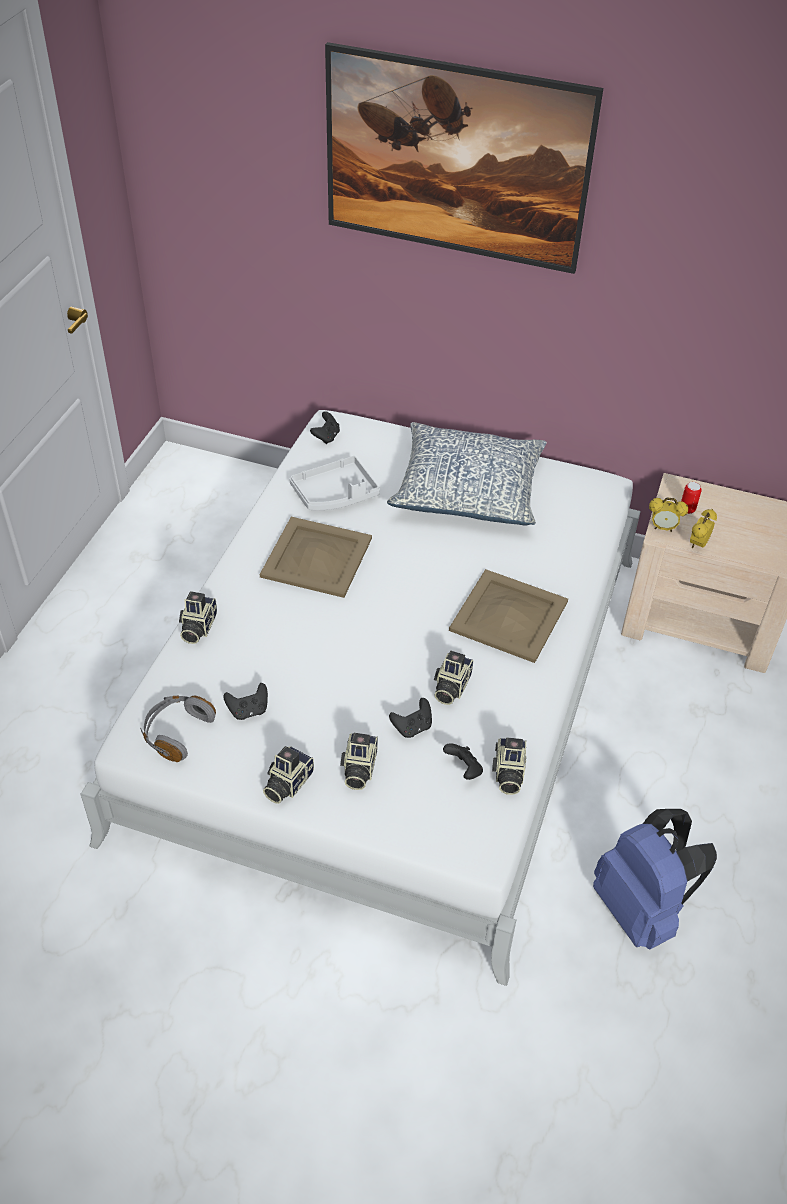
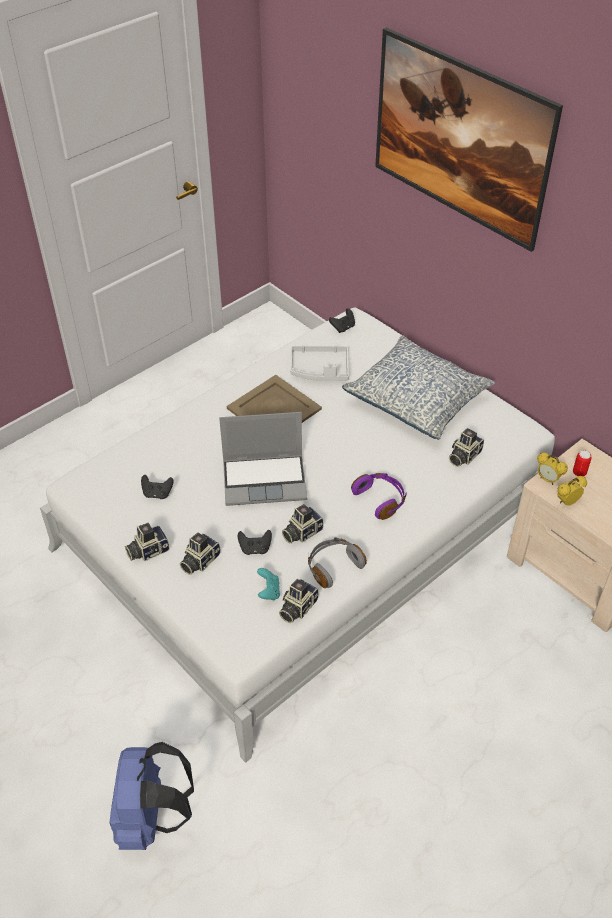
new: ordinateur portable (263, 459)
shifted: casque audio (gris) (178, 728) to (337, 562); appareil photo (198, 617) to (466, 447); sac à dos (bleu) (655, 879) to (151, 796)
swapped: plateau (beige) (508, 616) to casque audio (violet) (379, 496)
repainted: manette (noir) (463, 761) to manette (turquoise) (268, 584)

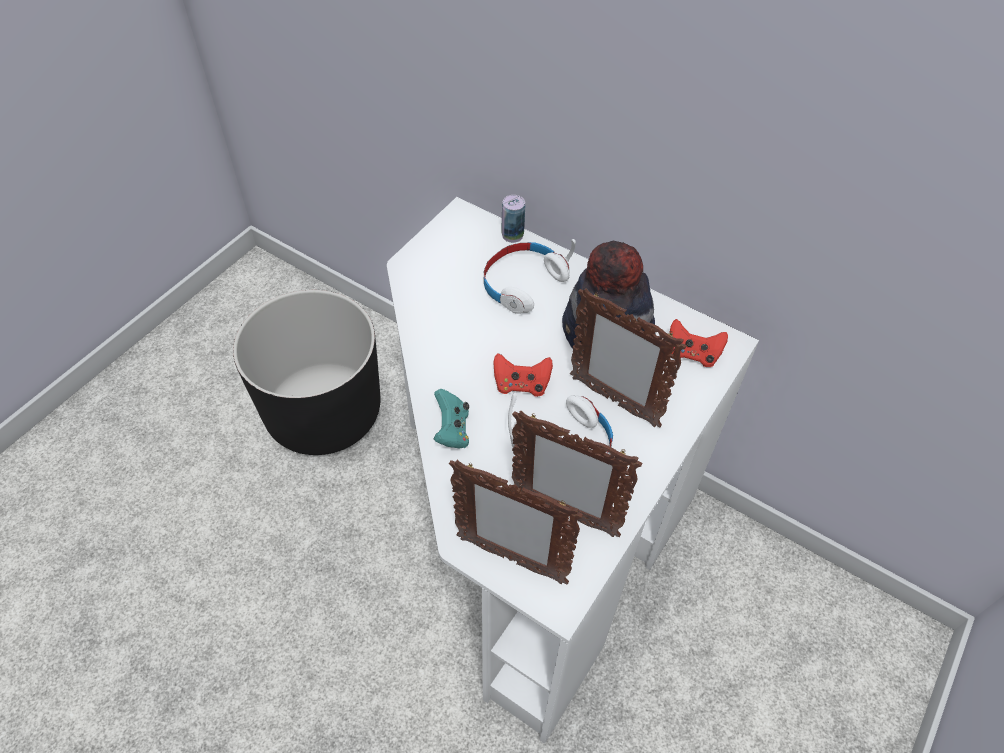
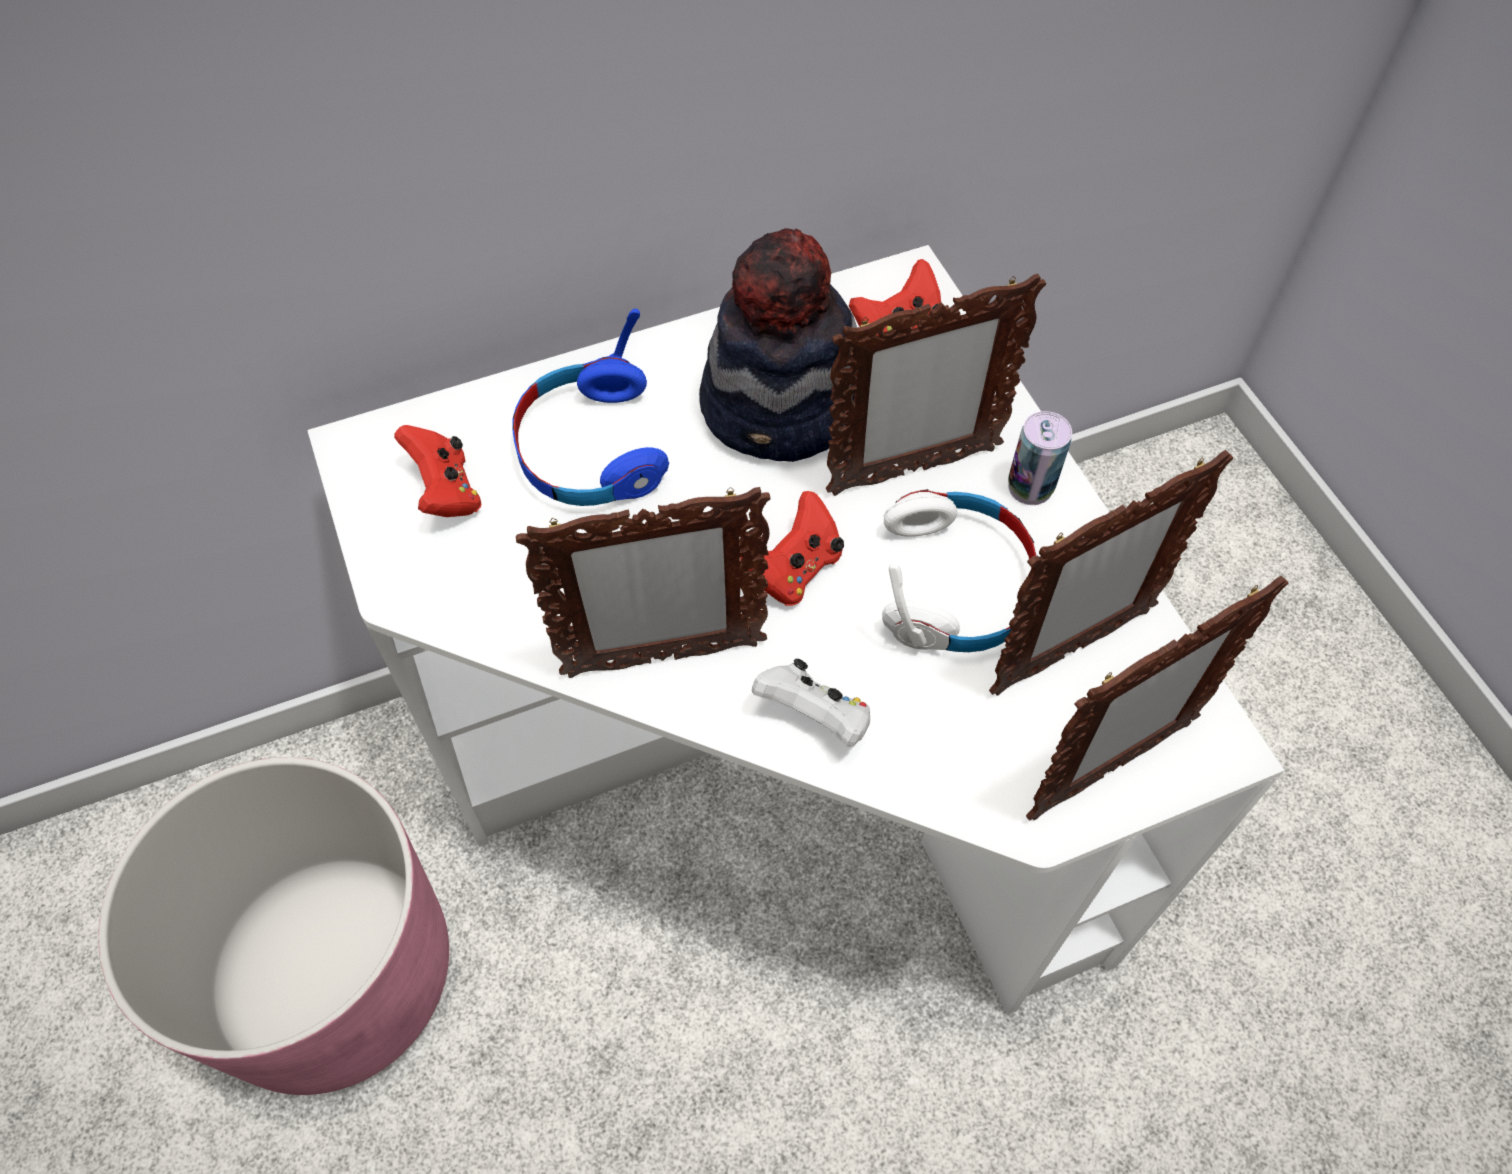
new: manette (rouge) (438, 471); cadre photo (643, 582)
shifted: boîte métallique (513, 219) to (1040, 458)
repainted: cache-pot (noir) (306, 372) to cache-pot (rose) (273, 926); manette (turquoise) (451, 419) to manette (blanc) (811, 703); casque audio (blanc) (530, 276) to casque audio (bleu) (590, 407)

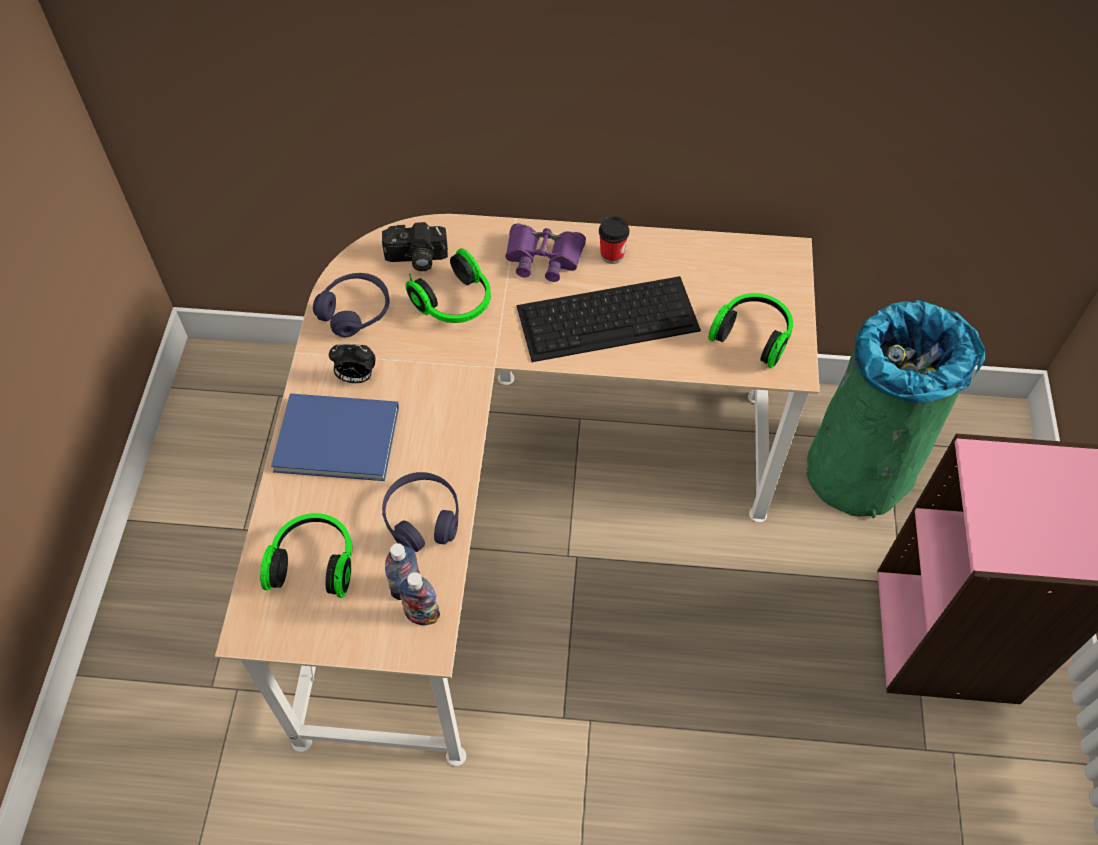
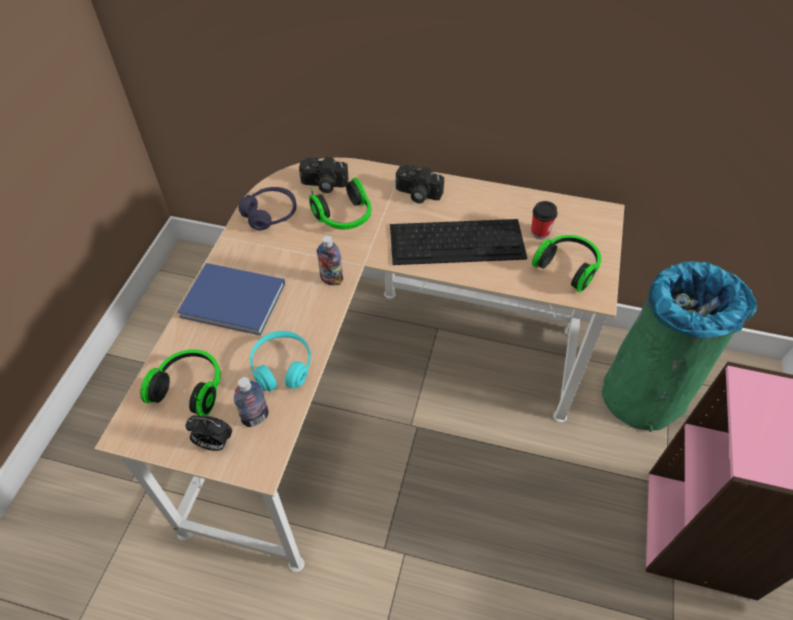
shifted: réveil (352, 363) to (208, 433); bouteille (419, 598) to (330, 260); tasse (614, 240) to (544, 220)
swapped: jumelles (violet) (545, 252) to appareil photo (419, 184)
repainted: casque audio (violet) (420, 512) to casque audio (turquoise) (280, 361)

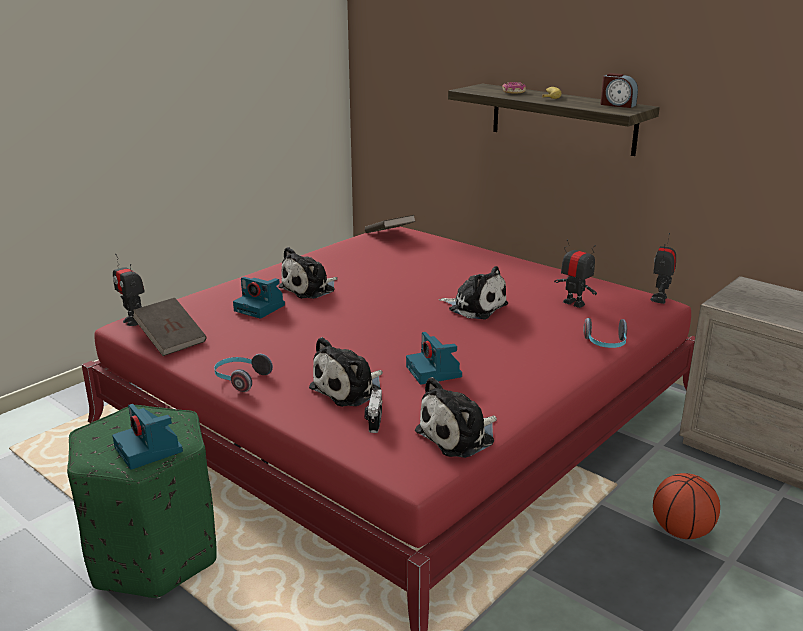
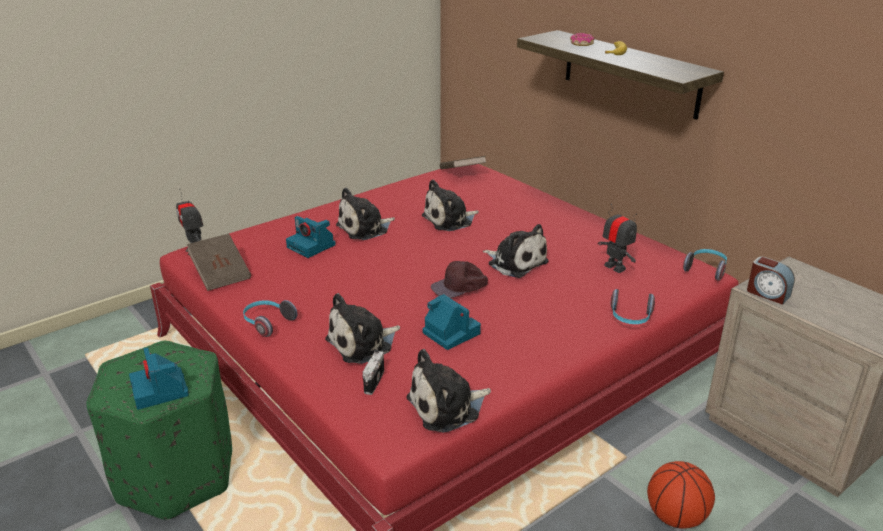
new: peluche (450, 205); casquette (marron) (459, 279)
shifted: réveil (619, 90) to (771, 280)
swapped: robot jouet (663, 268) to casque audio (705, 264)
rotated: appareil photo (434, 358) = (451, 322) 150 degrees clockwise

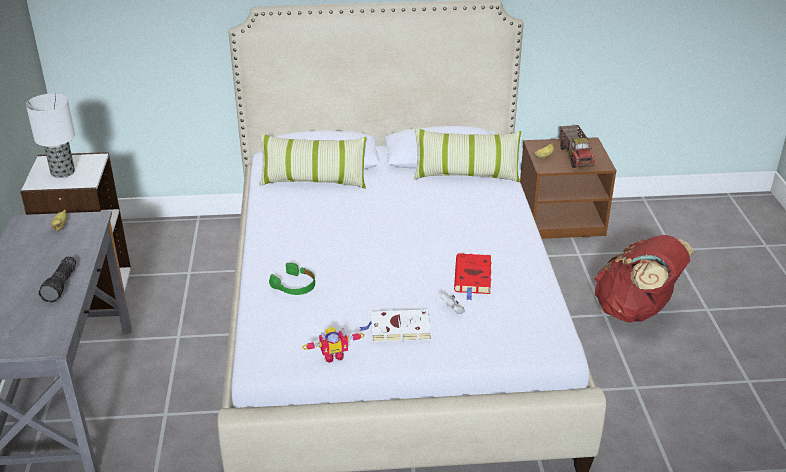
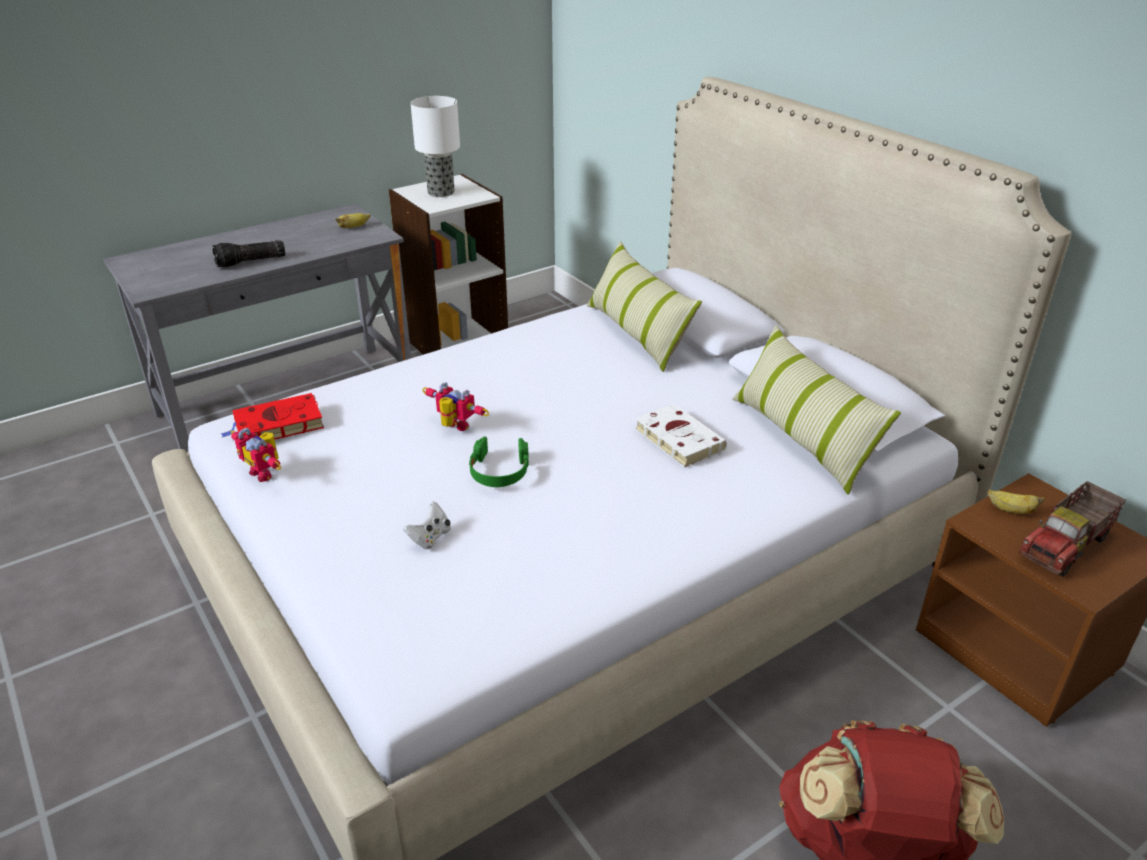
new: robot jouet (455, 406)
shifted: casque audio (vert) (292, 279) to (499, 462); livre (blanc) (395, 325) to (681, 436); livre (rouge) (472, 276) to (272, 416)

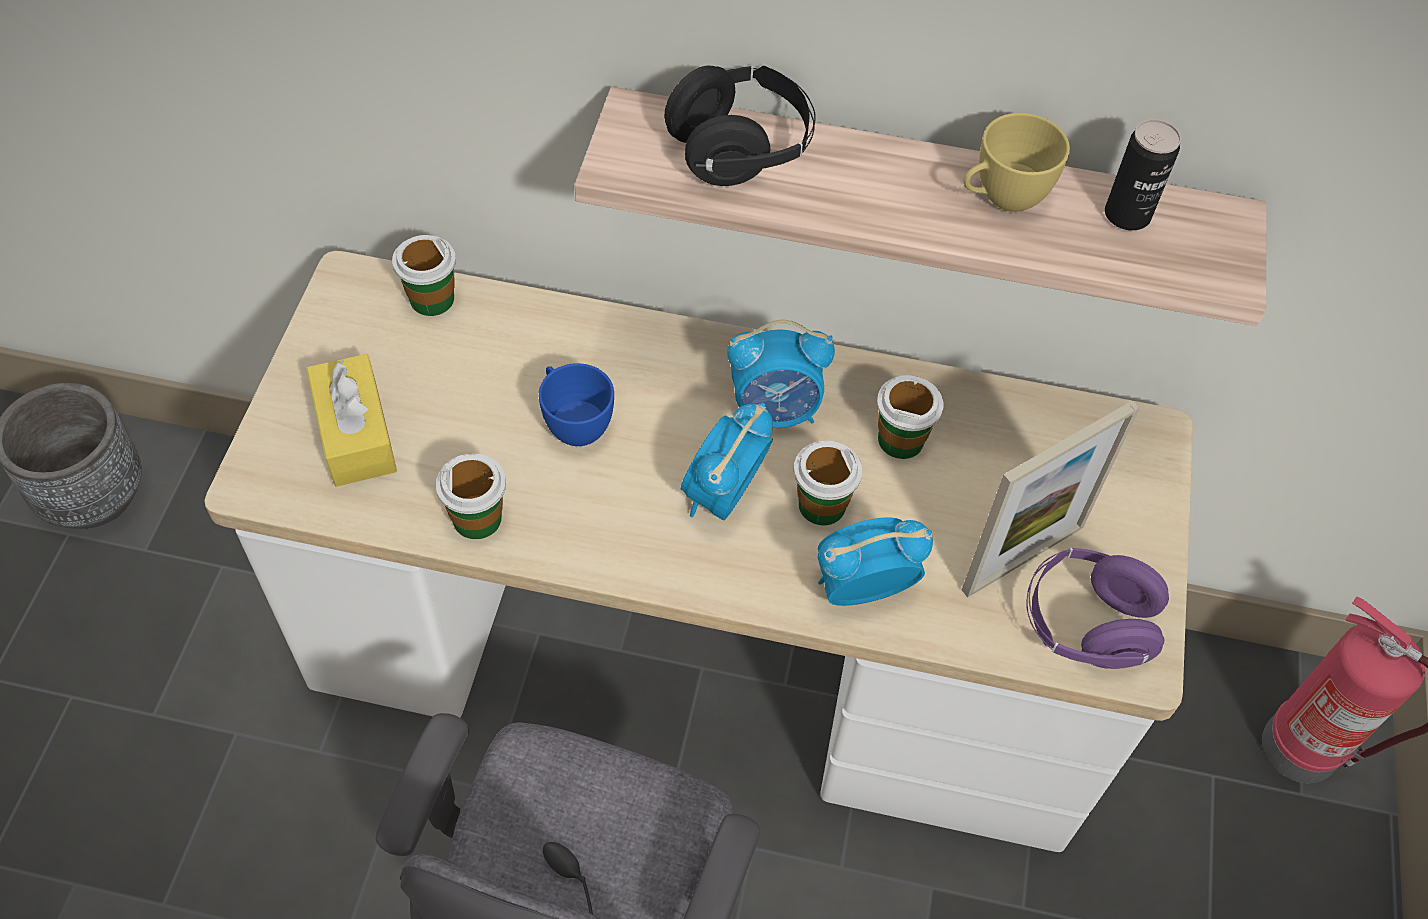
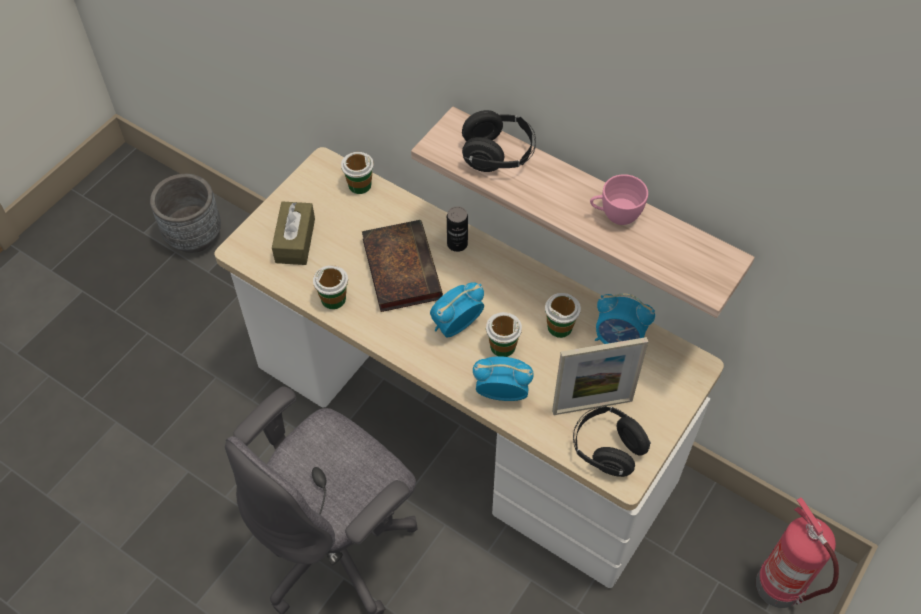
shifted: réveil (781, 374) to (625, 318); boîte métallique (1143, 174) to (457, 229)
swapped: tasse (bleu) (576, 404) to livre (402, 266)
repainted: boîte à mouchoirs (jaune) (351, 420) to boîte à mouchoirs (marron) (293, 233); tasse (jaune) (1017, 162) to tasse (rose) (619, 199); casque audio (violet) (1097, 608) to casque audio (noir) (612, 441)

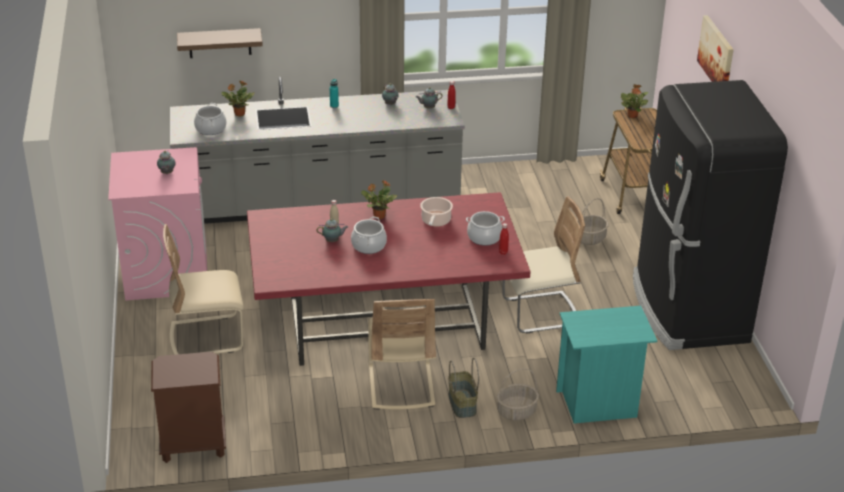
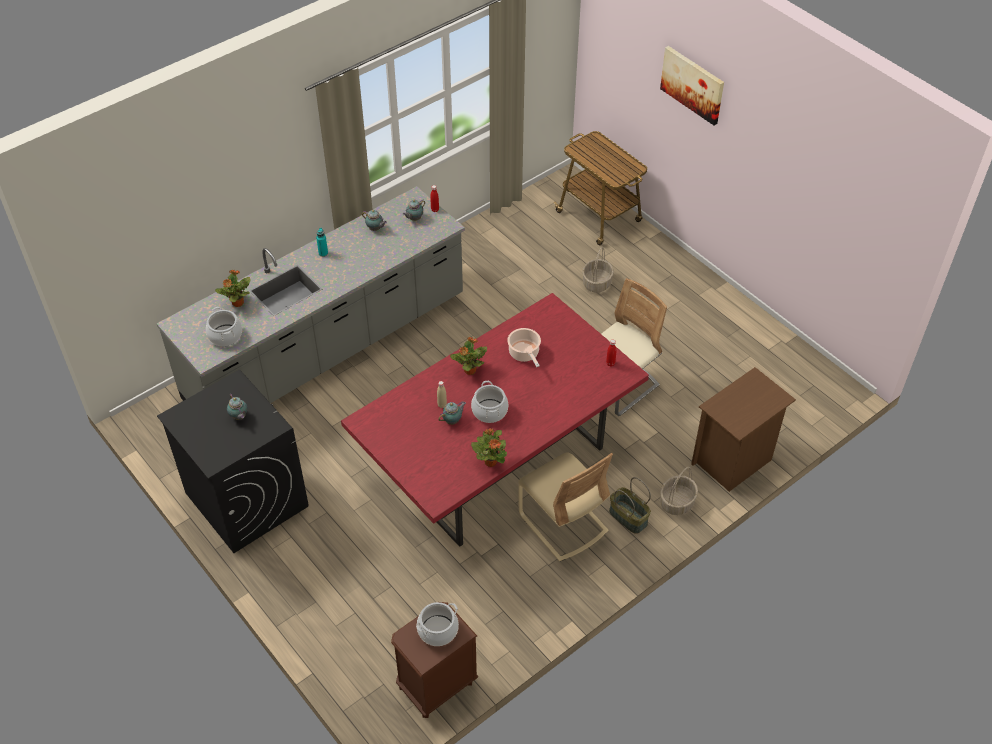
gone: chaise (beige) (203, 289); étagère (220, 43); réfrigérateur (noir) (710, 215)
shifted: marmite (485, 228) to (437, 624); plante en pot (634, 101) to (489, 447)
repainted: lave-linge (rose) (157, 224) to lave-linge (noir) (233, 461); table de chevet (turquoise) (606, 365) to table de chevet (marron) (743, 429)

